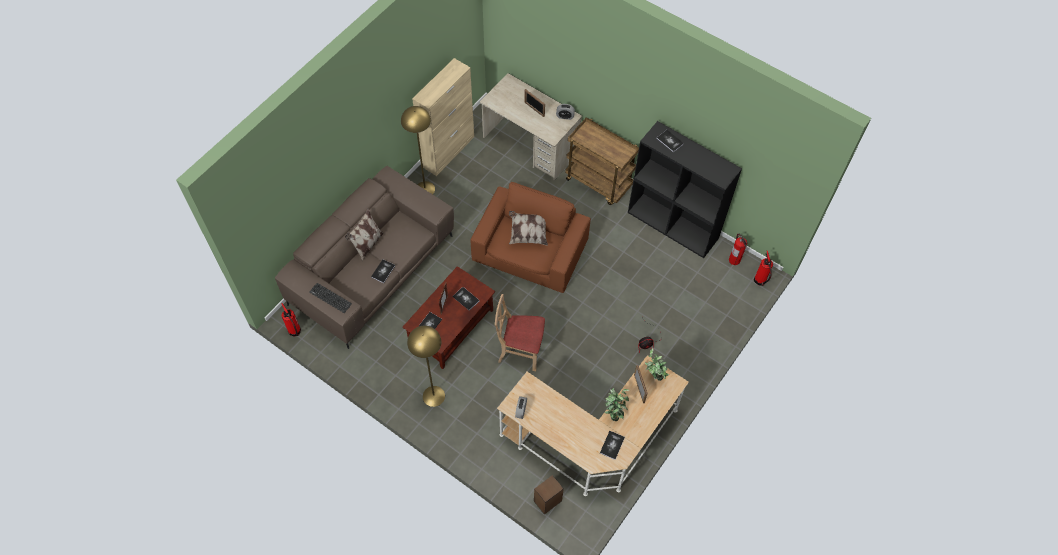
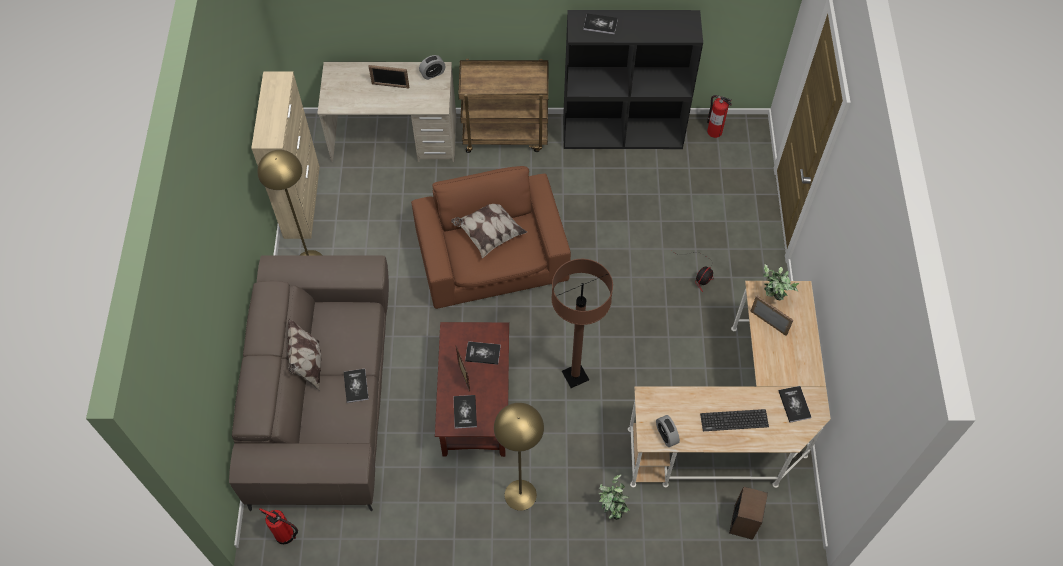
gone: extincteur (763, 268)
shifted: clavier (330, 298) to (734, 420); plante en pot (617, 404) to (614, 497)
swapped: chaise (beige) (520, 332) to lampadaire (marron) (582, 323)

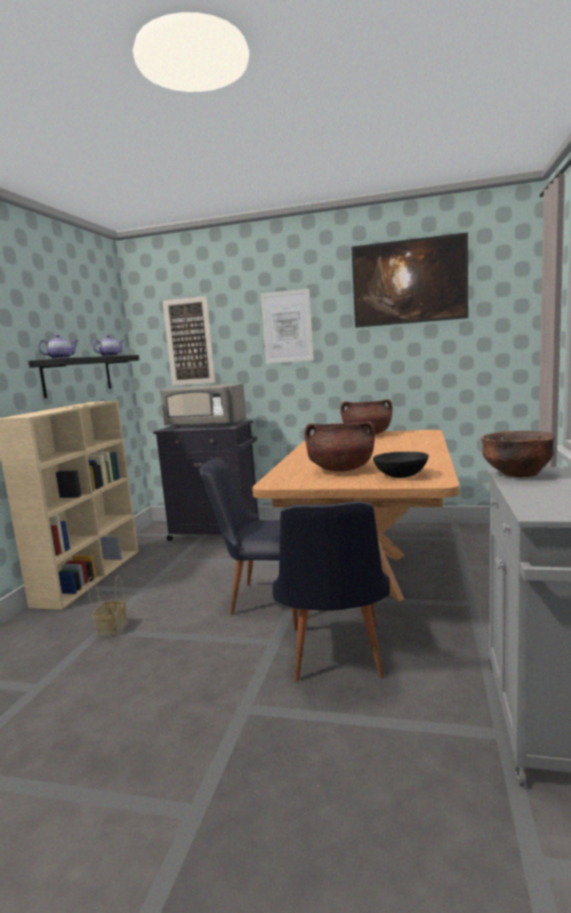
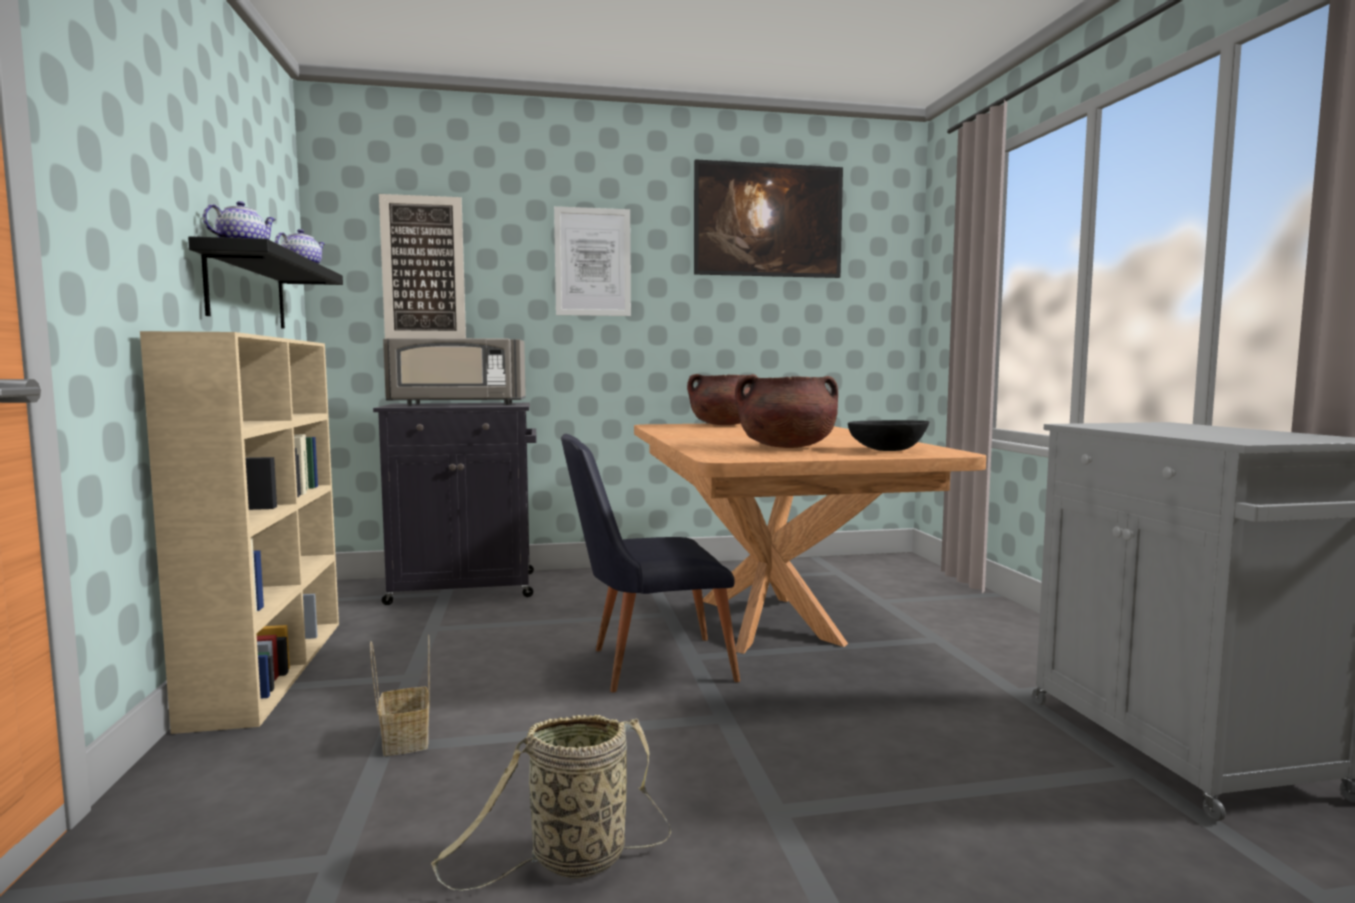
gone: chaise (noir) (331, 591); bol (marron) (518, 454)
new: panier (551, 802)

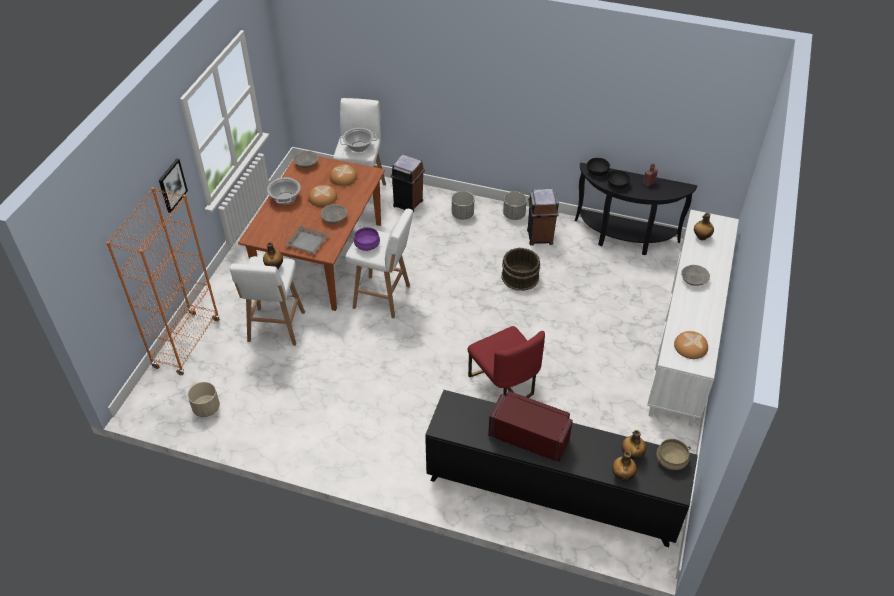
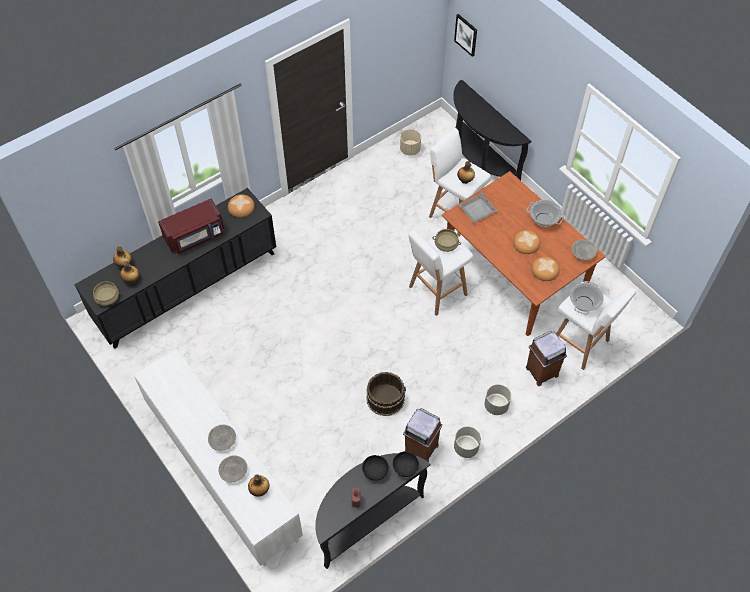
gone: chaise (rouge) (506, 362)
shifted: tableau (173, 186) to (465, 35); bol (gris) (334, 213) to (233, 469); pain (691, 345) to (241, 206)
swapped: bibliothèque (orange) (163, 281) to table console (noir) (492, 129)
repainted: marmite (violet) (367, 239) to marmite (beige) (447, 240)

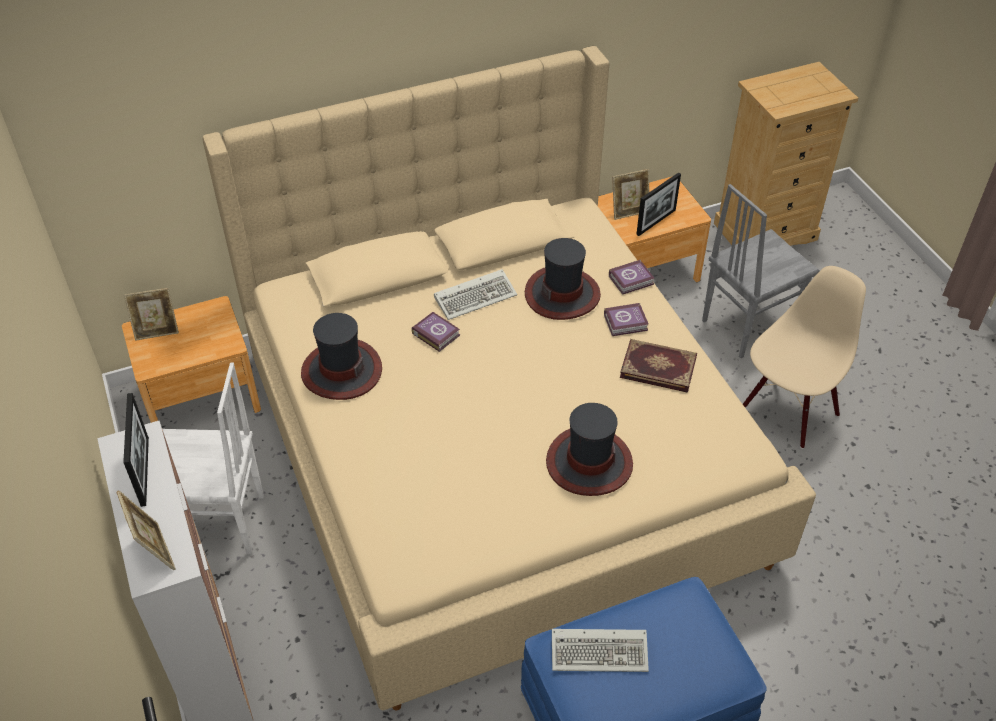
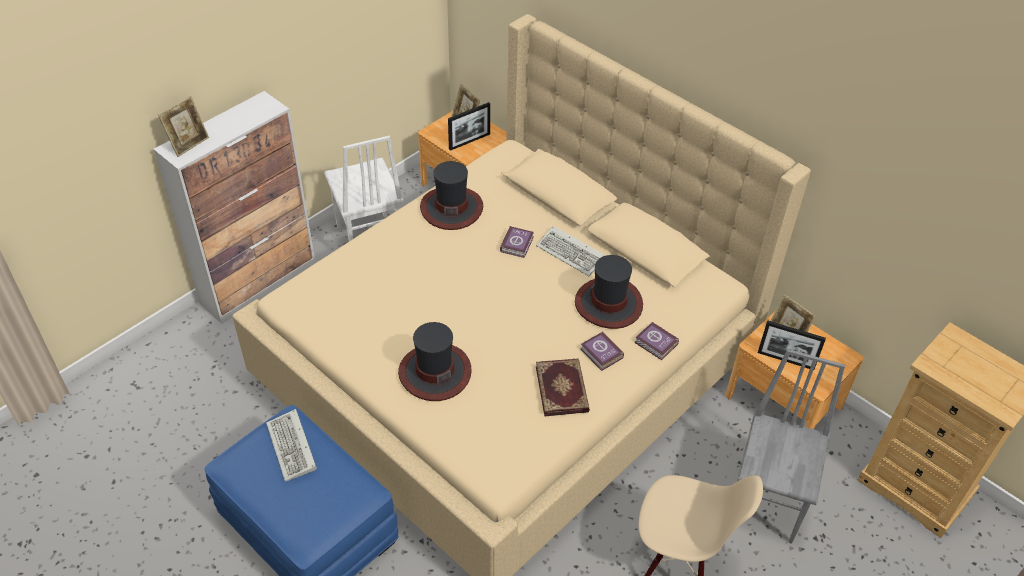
shifted: cadre photo (136, 450) to (469, 126)
rotated: chaise (gris) (761, 271) = (791, 446) 75 degrees clockwise

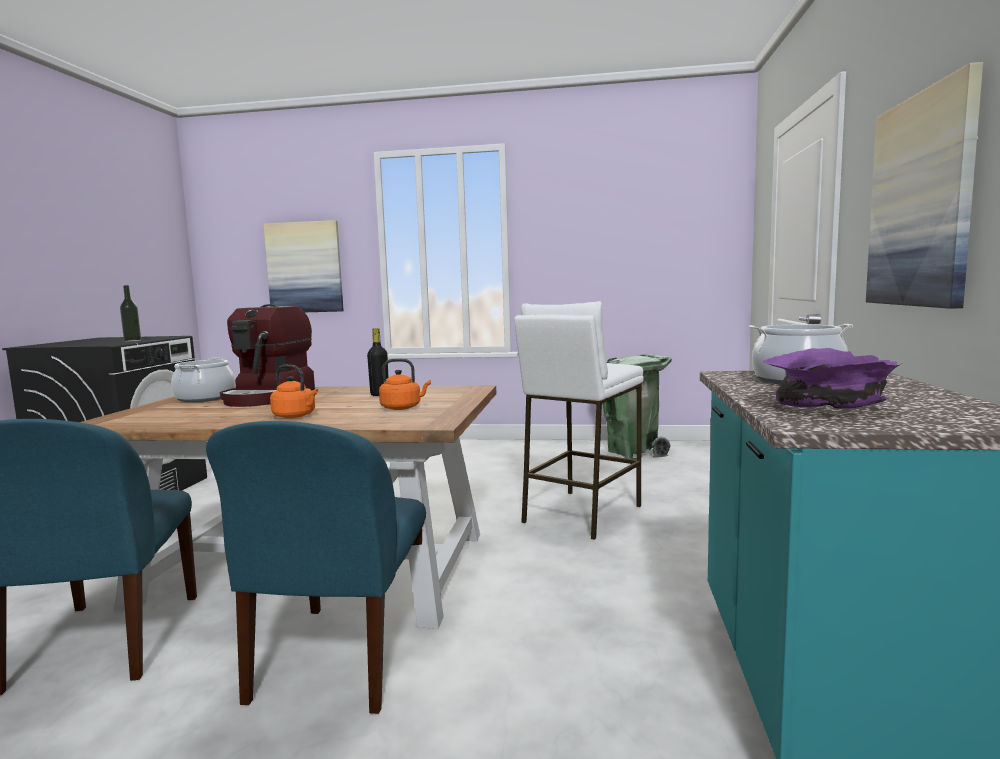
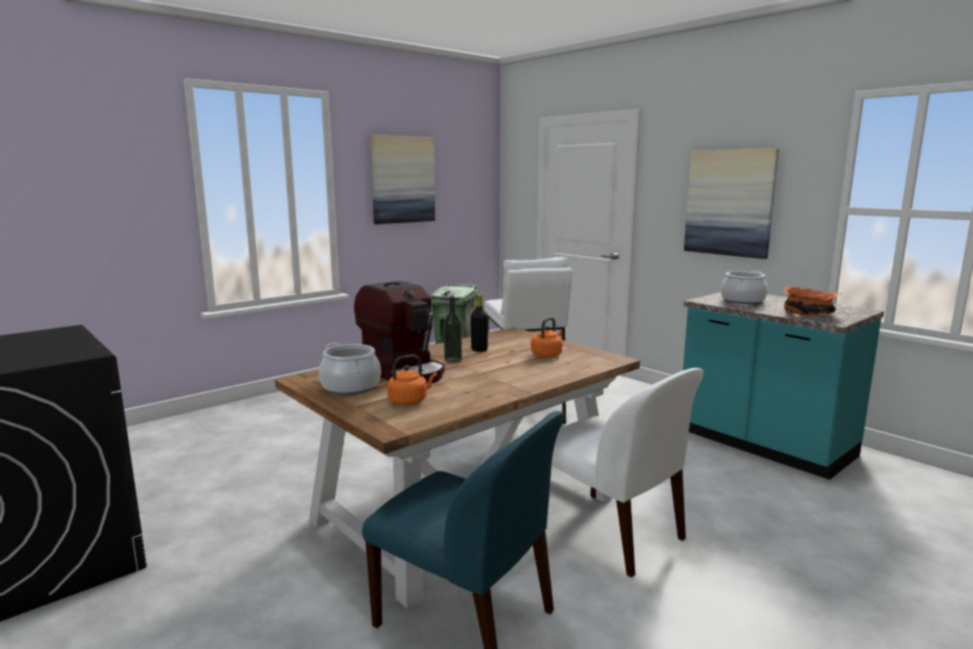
shifted: bouteille (130, 313) to (453, 329); tableau (303, 266) to (402, 179); bouilloire (orange) (294, 391) to (412, 380)
repainted: chaise (bleu) (316, 567) to chaise (blanc) (628, 472); bol (violet) (831, 378) to bol (orange) (813, 300)

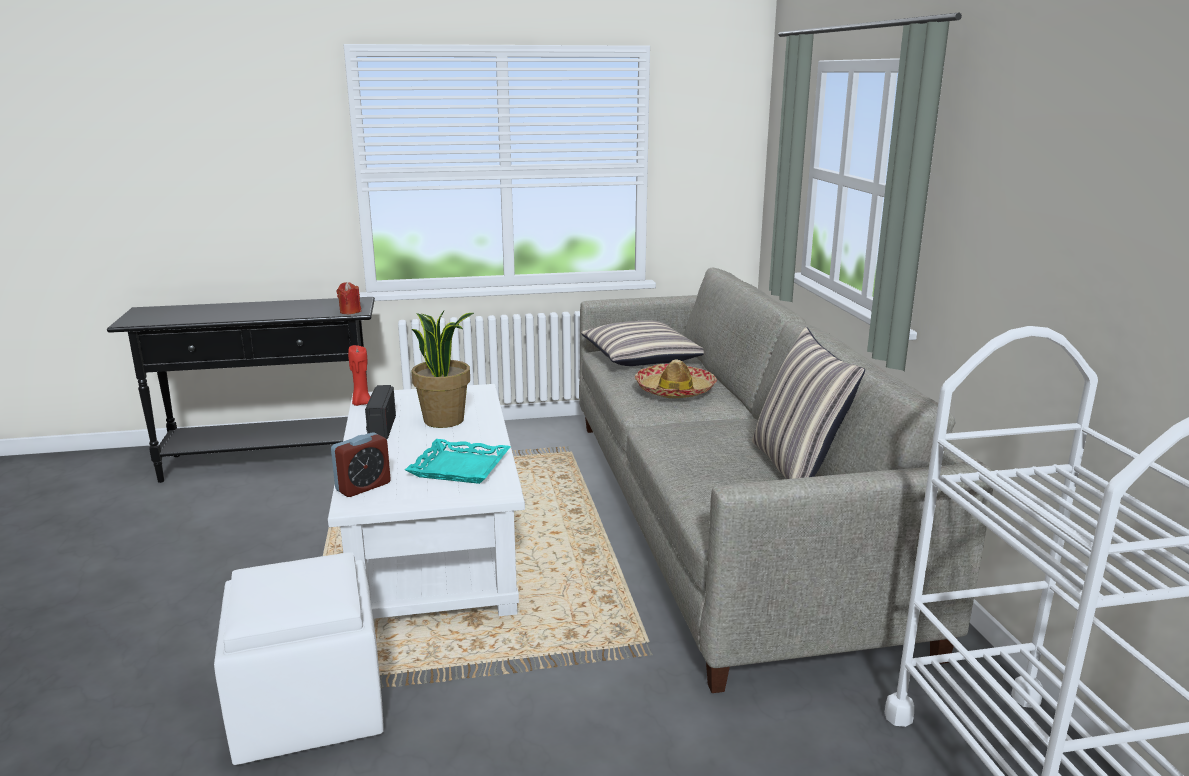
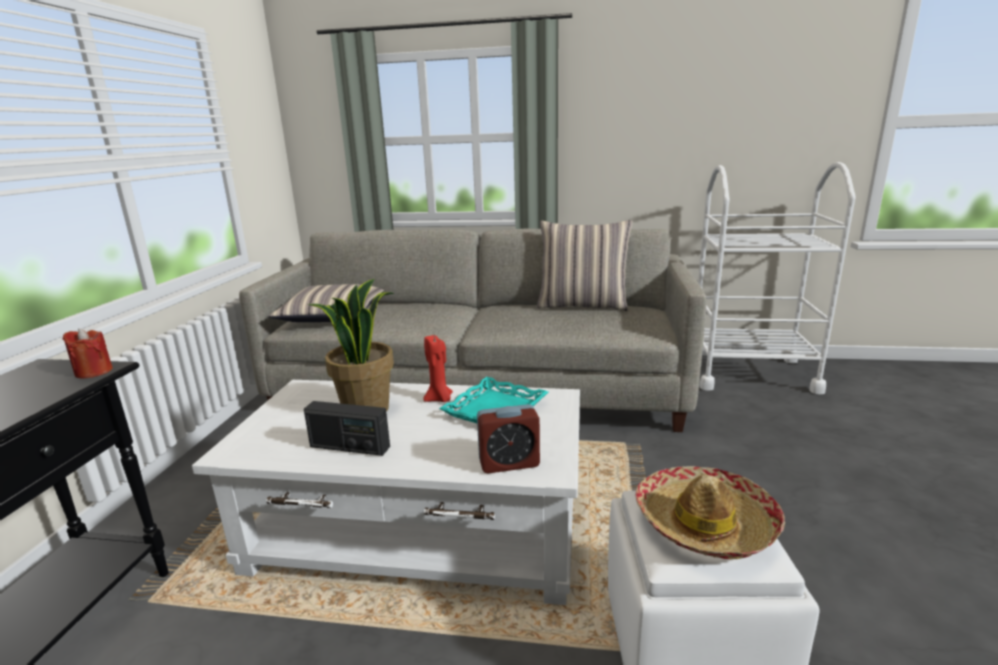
shifted: bougie (rouge) (359, 375) to (438, 368); chapeau (676, 378) to (710, 512)
rotated: réveil (361, 464) = (508, 438) 105 degrees clockwise

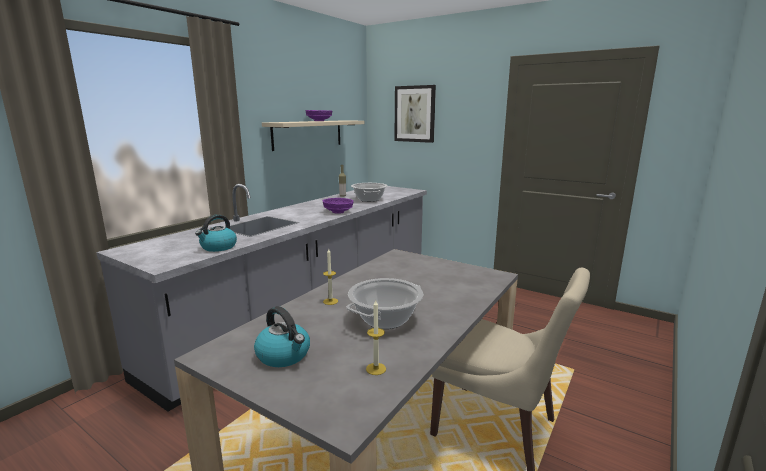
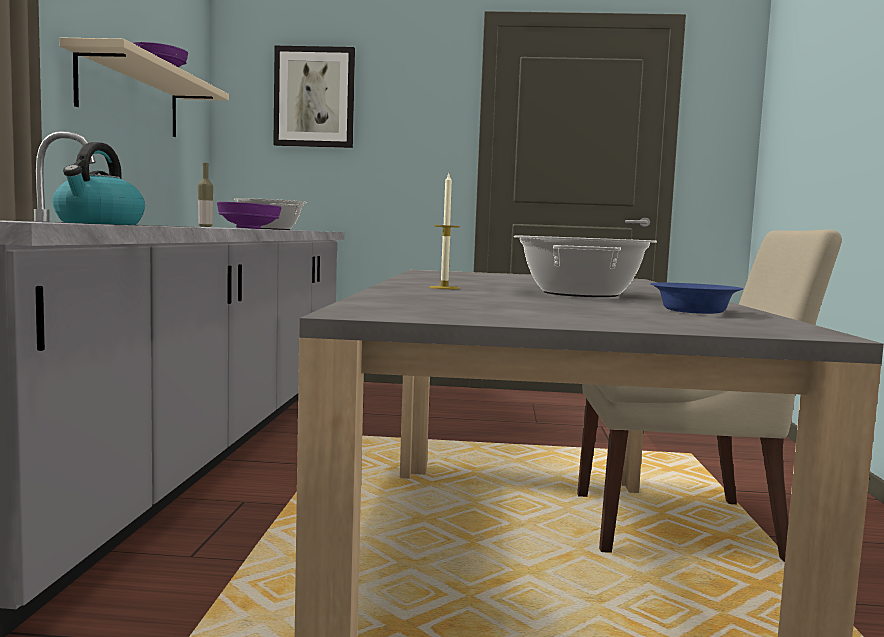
gone: bouilloire (282, 336)
swapped: bougie (376, 337) to bol (bleu) (696, 298)

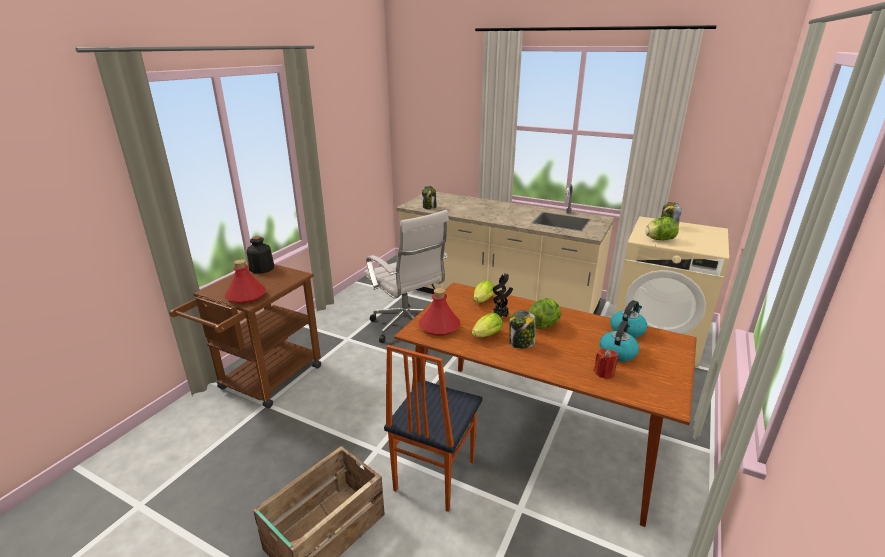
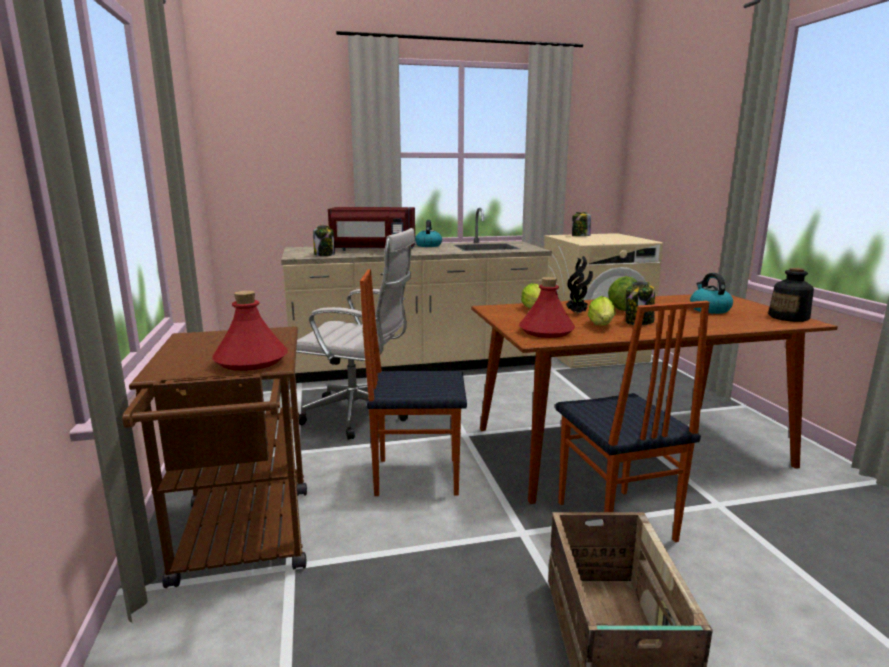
gone: bougie (rouge) (606, 363); laitue (662, 228)
new: micro-ondes (rouge) (371, 229); chaise (413, 382)
shifted: bouteille (260, 255) to (791, 295); bouilloire (628, 319) to (428, 233)

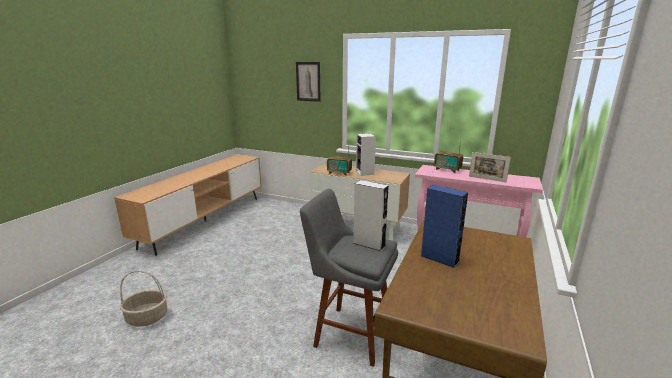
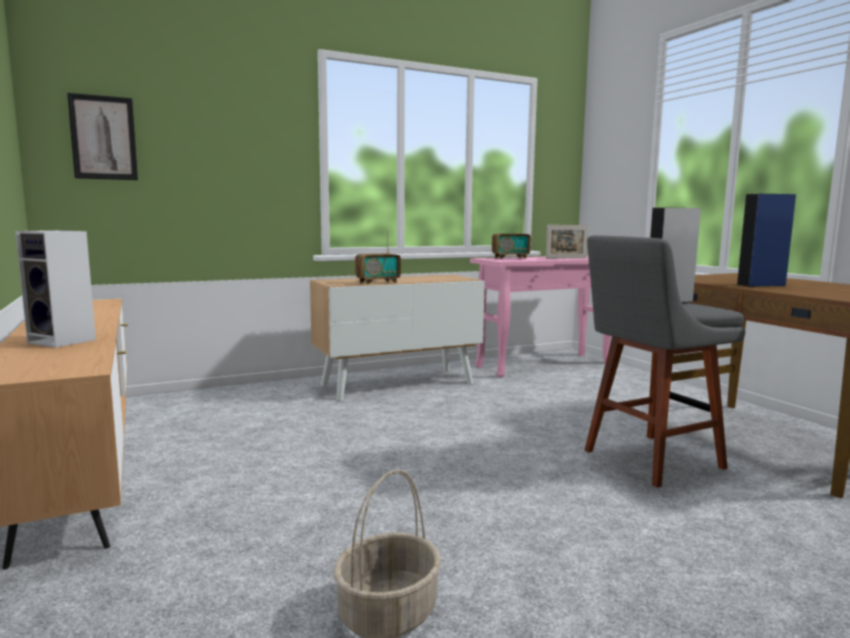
shifted: tableau (308, 82) to (102, 136); enceinte (366, 154) to (55, 289)

